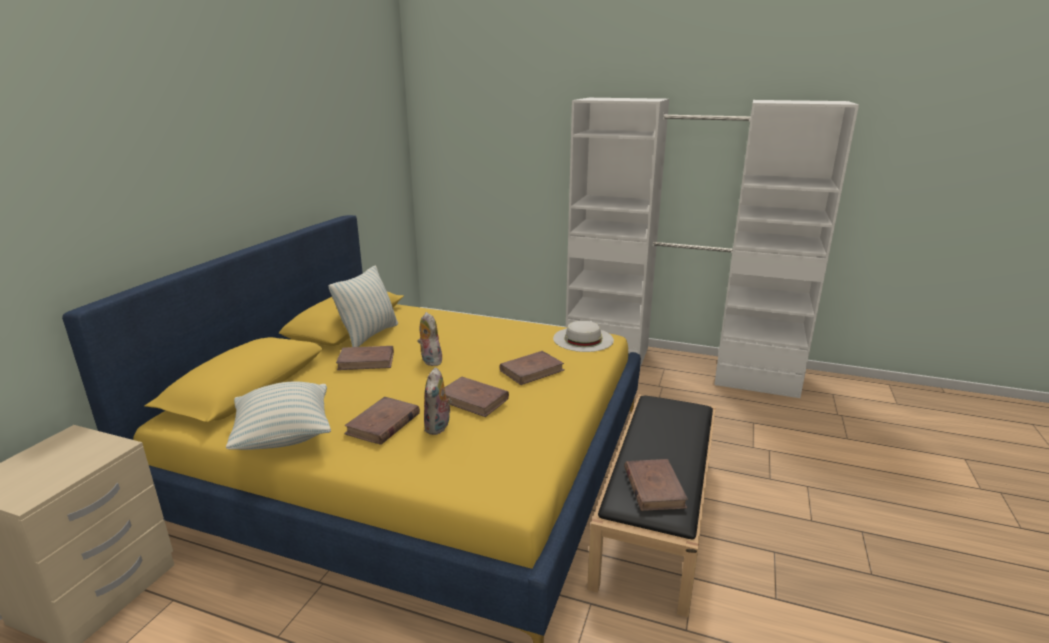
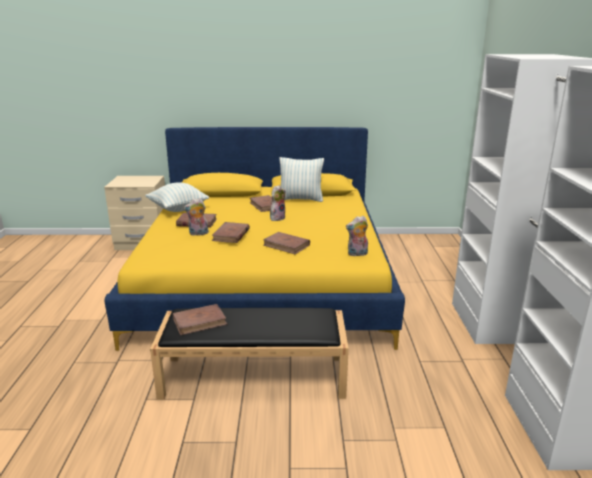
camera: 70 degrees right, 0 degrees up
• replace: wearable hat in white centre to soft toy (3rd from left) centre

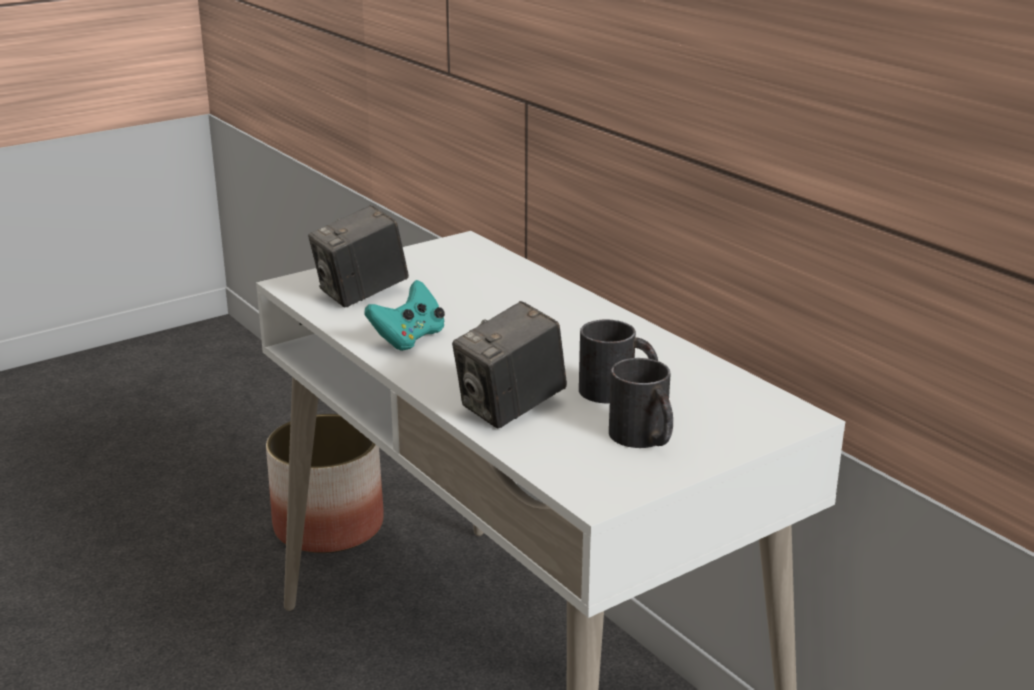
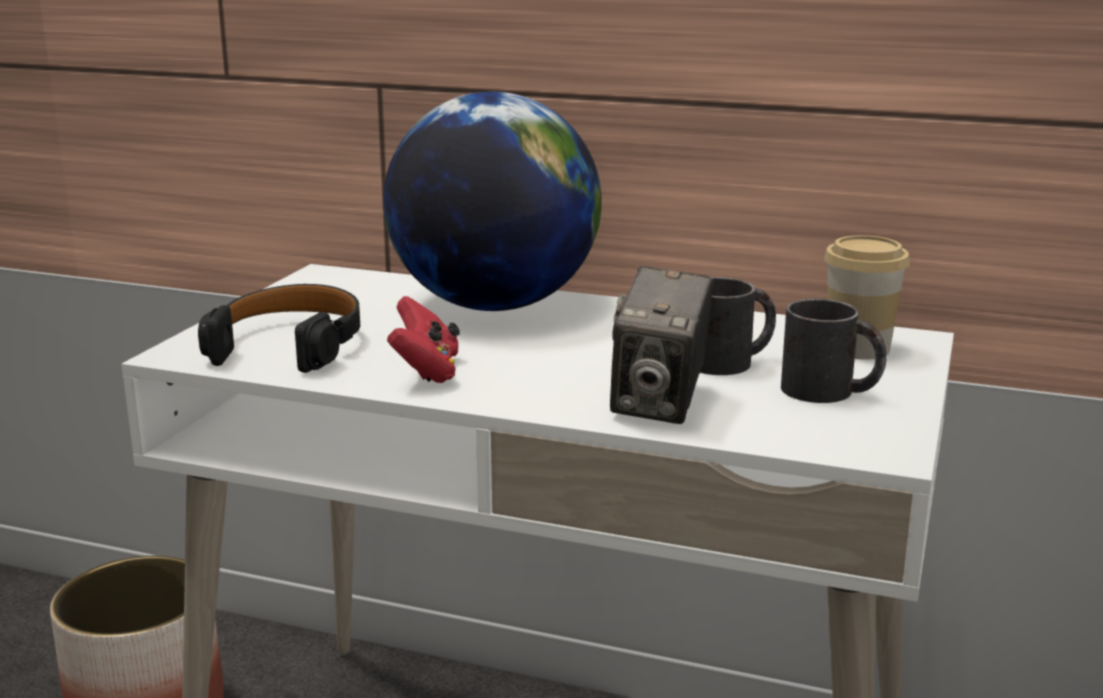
camera: 35 degrees left, 5 degrees down
• replace: photo camera (1st from left) centre to headphones in black middle left
• recolor: game controller in blue-green centre to game controller in red centre
• insert: desk globe top centre
• insert: small cup middle right

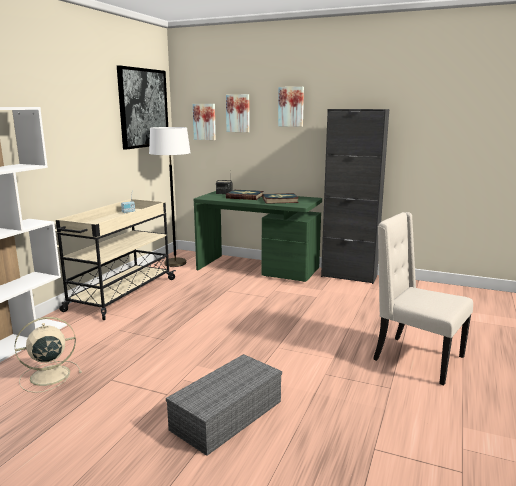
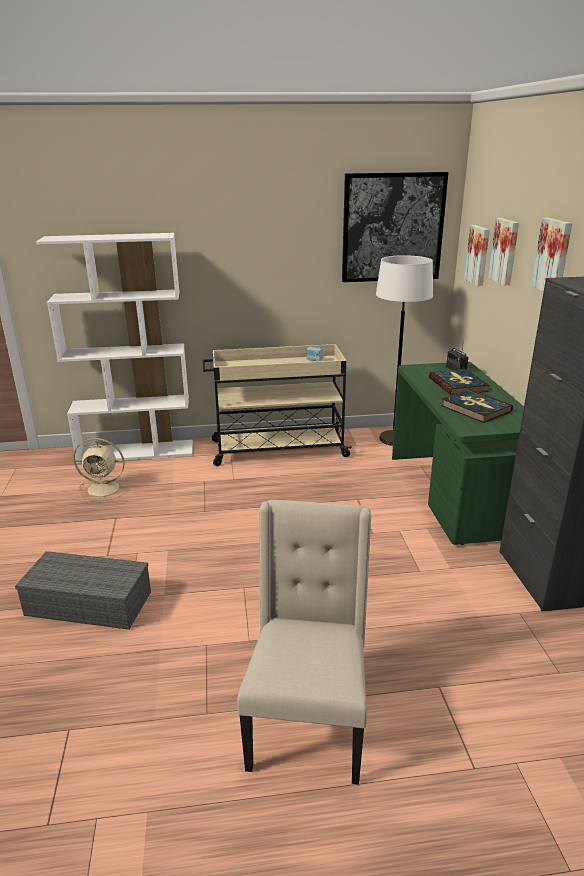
camera: 60 degrees right, 10 degrees up
• rotate: cooling fan in sand-coloured bottom left = middle left 150 degrees clockwise

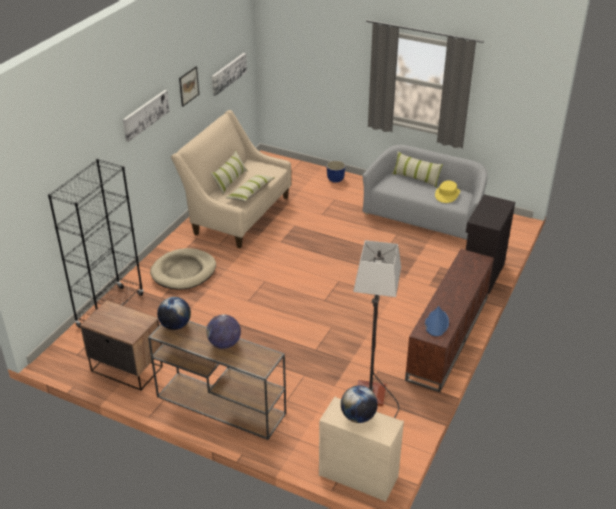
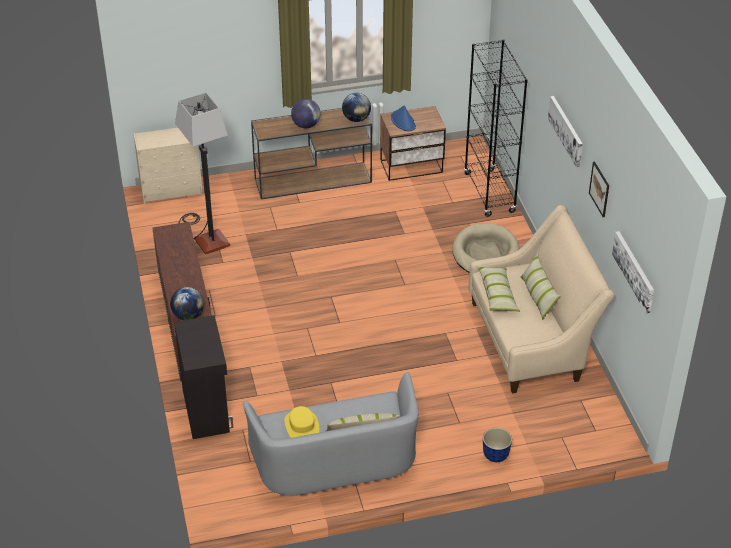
camera: 140 degrees right, 5 degrees up
• move: wearable hat in blue-coloured middle right to top centre
• move: desk globe (3rd from left in the first image) bottom centre to desk globe (1st from left) middle left

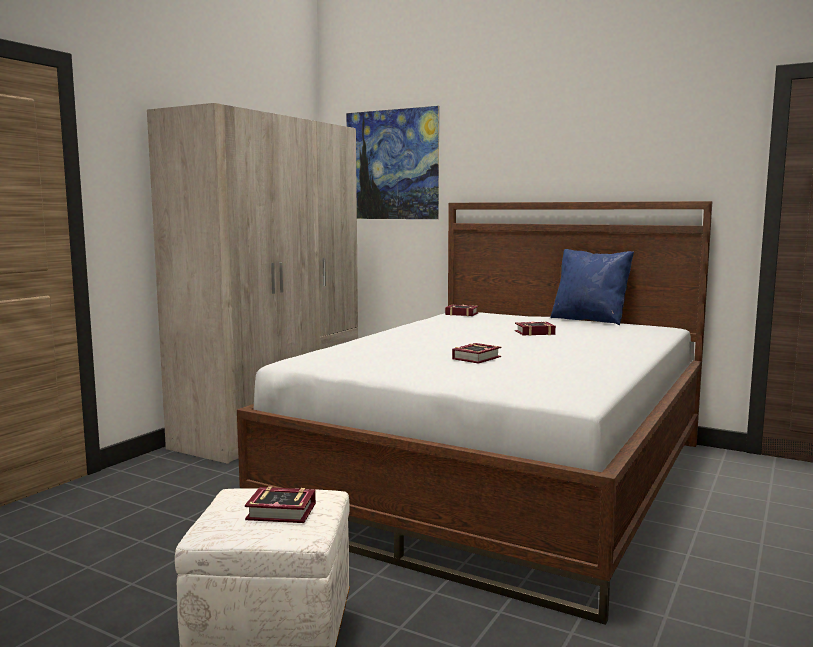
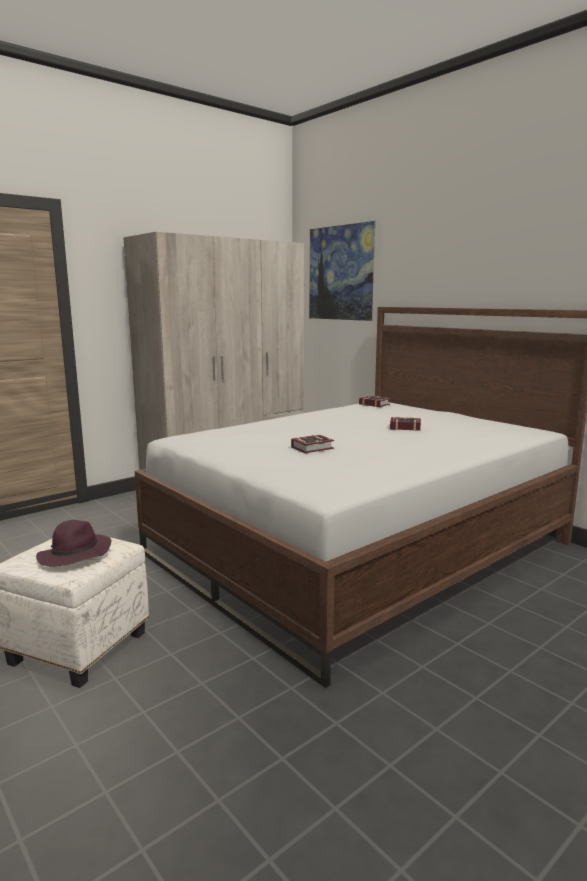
camera: 20 degrees right, 5 degrees up
• delete: cushion in blue-coloured middle right
• replace: bound book (1st from left) bottom centre to wearable hat in purple-coloured middle left

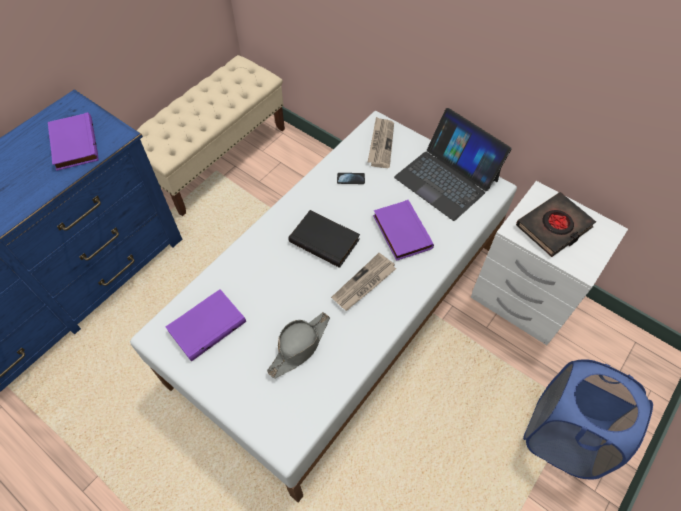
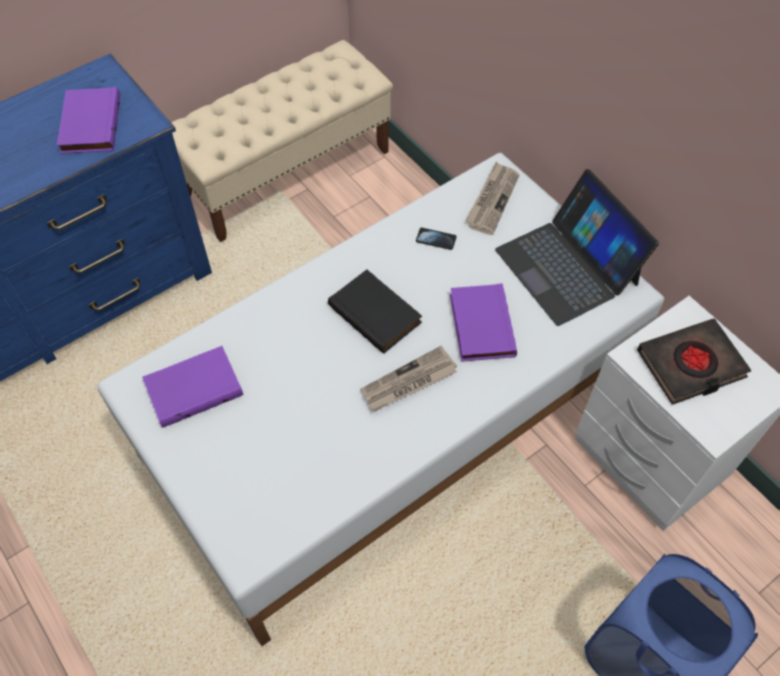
camera: 15 degrees right, 0 degrees up
• delete: wearable hat in gray bottom centre

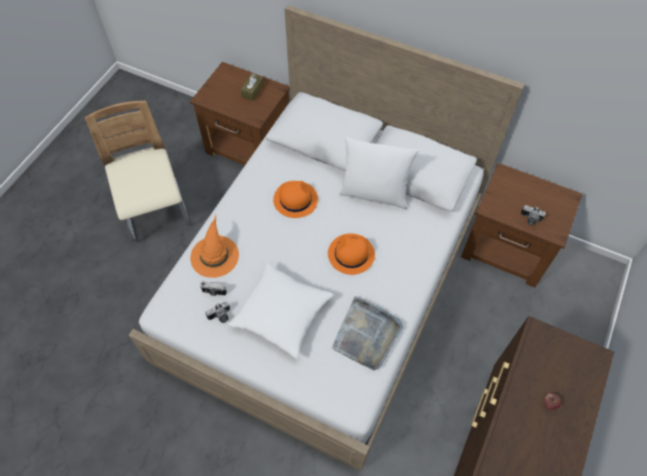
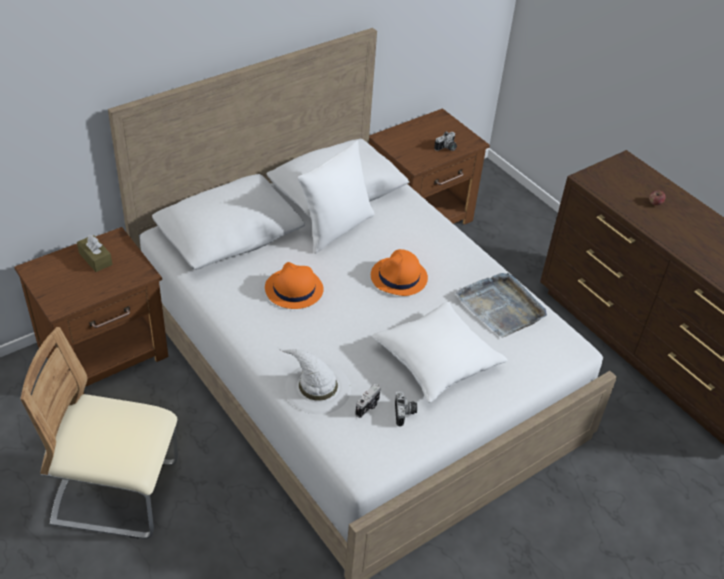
camera: 65 degrees left, 15 degrees down
• recolor: wearable hat in orange-coloured (1st from left) middle left to wearable hat in white centre

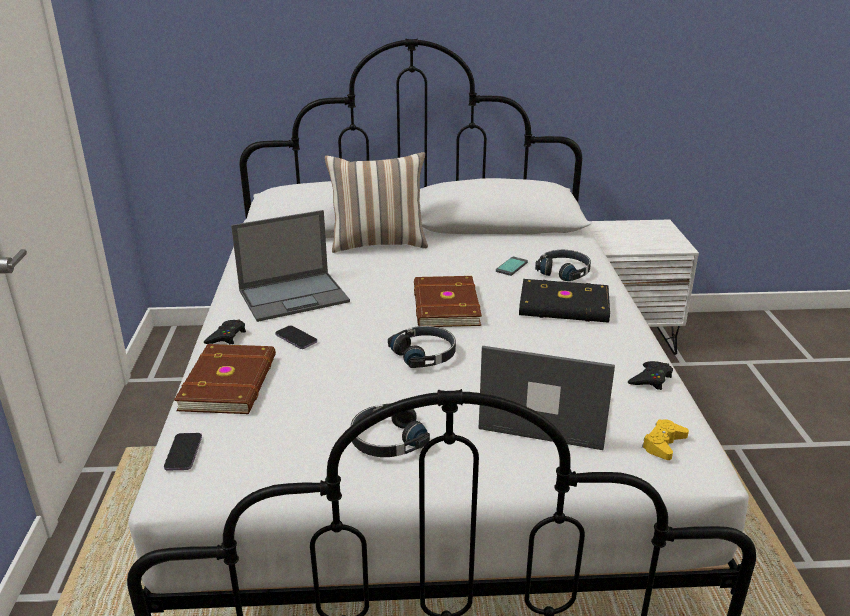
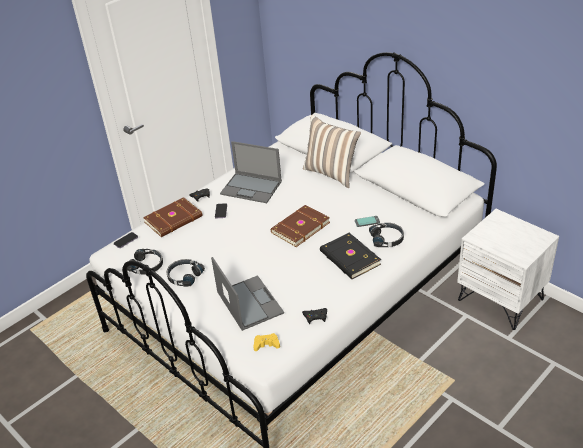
camera: 50 degrees right, 10 degrees up
• move: headphones in black (2nd from left in the first image) centre to headphones in black (1st from left) middle left

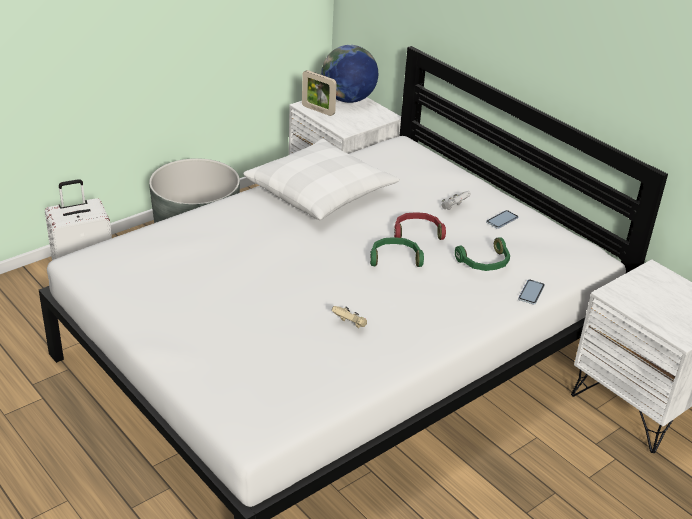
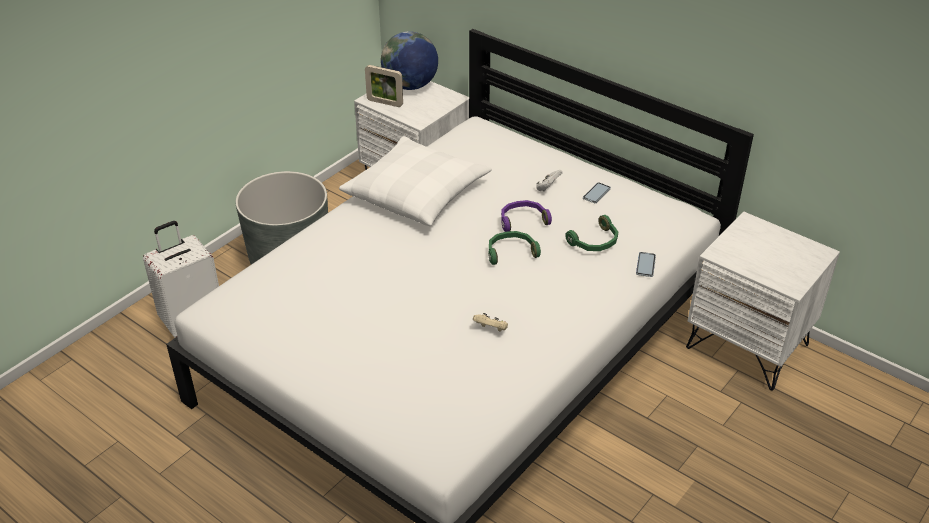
camera: 10 degrees left, 5 degrees up
• recolor: headphones in red centre to headphones in purple-coloured centre

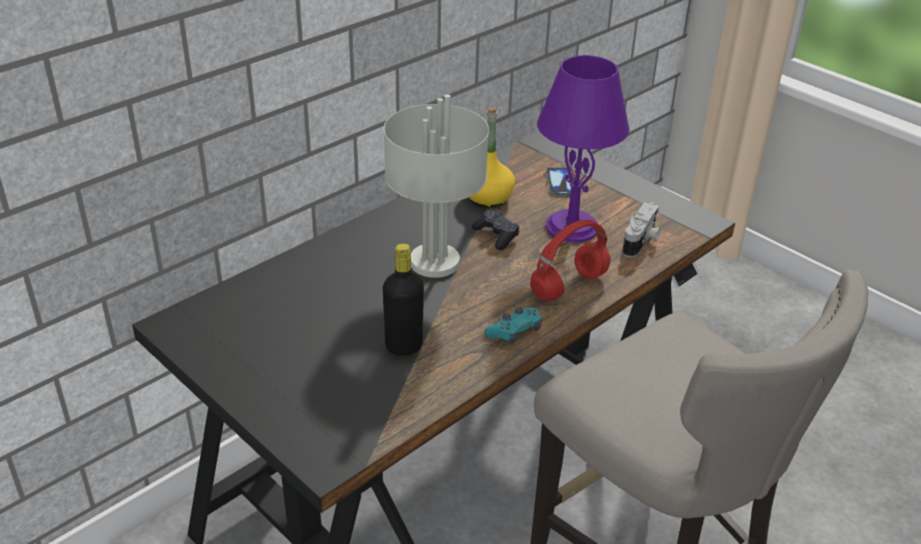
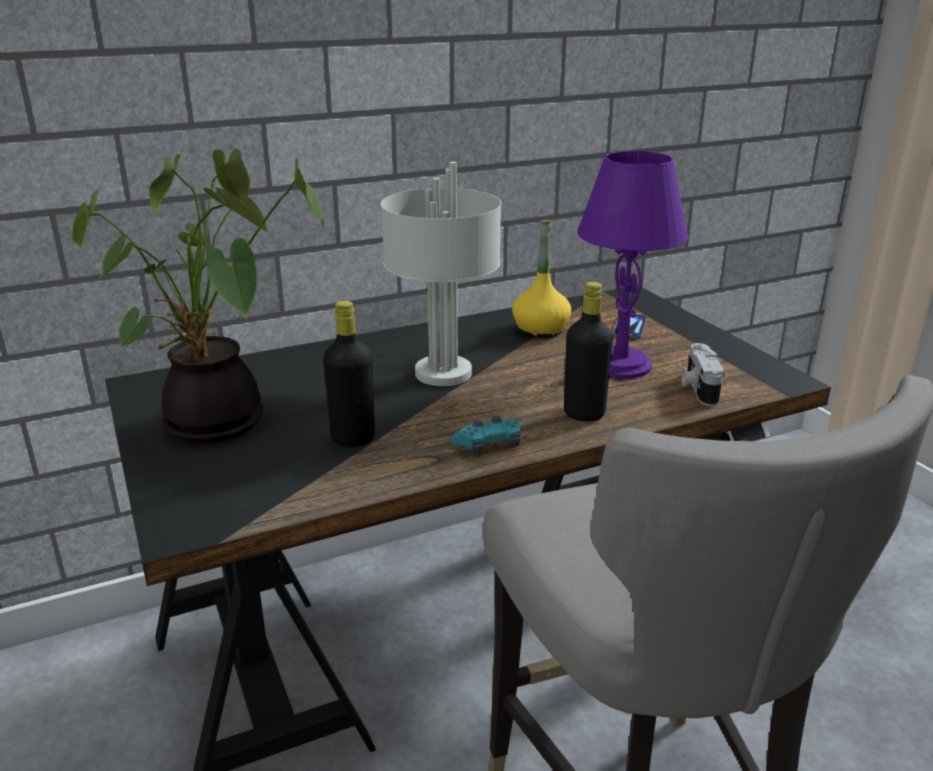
camera: 20 degrees right, 10 degrees down
• rotate: photo camera middle right = middle right 135 degrees clockwise
• delete: game controller in black centre
• replace: headphones in red centre to bottle in black (2nd from left) centre
• insert: potted plant middle left

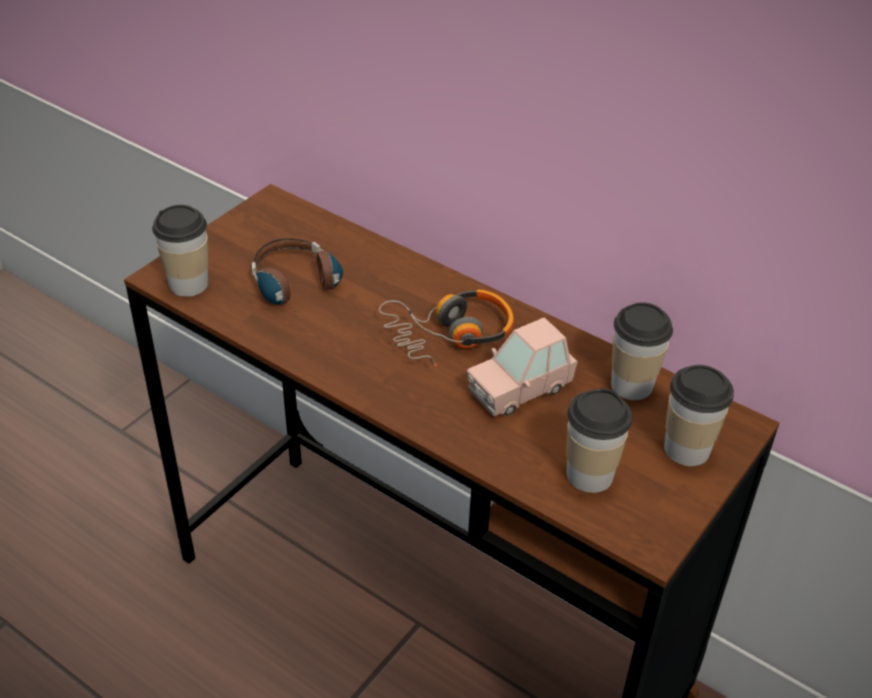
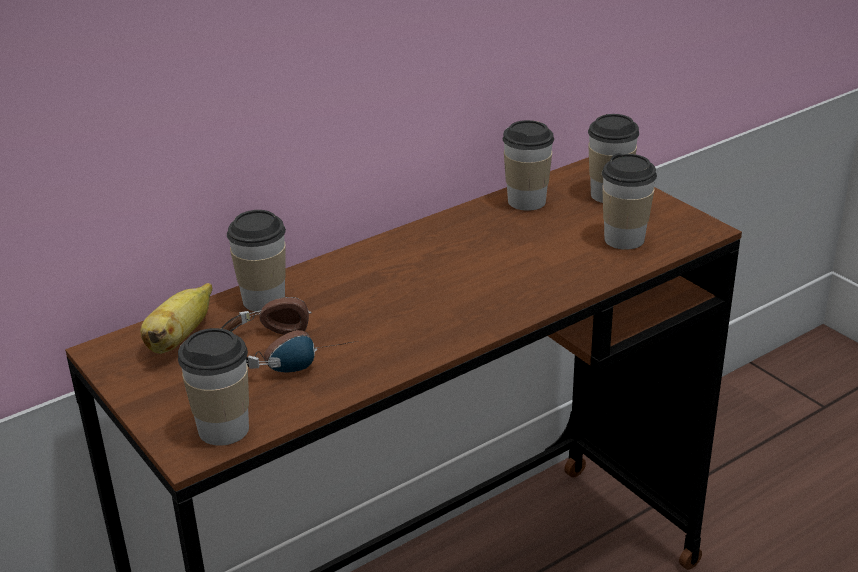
camera: 70 degrees left, 10 degrees down
• delete: headphones (2nd from left) centre
• delete: toy car in pinkish centre
• insert: small cup (2nd from left) middle left
• insert: banana middle left

